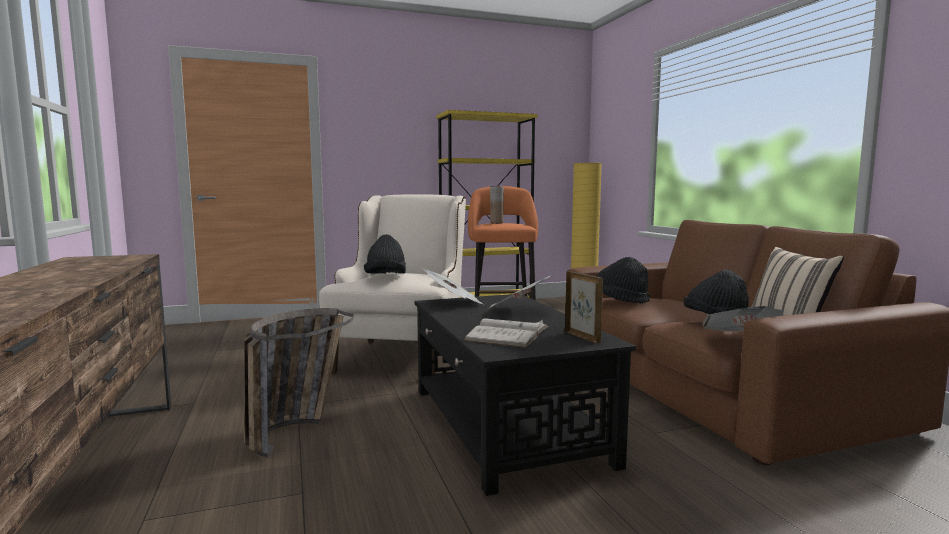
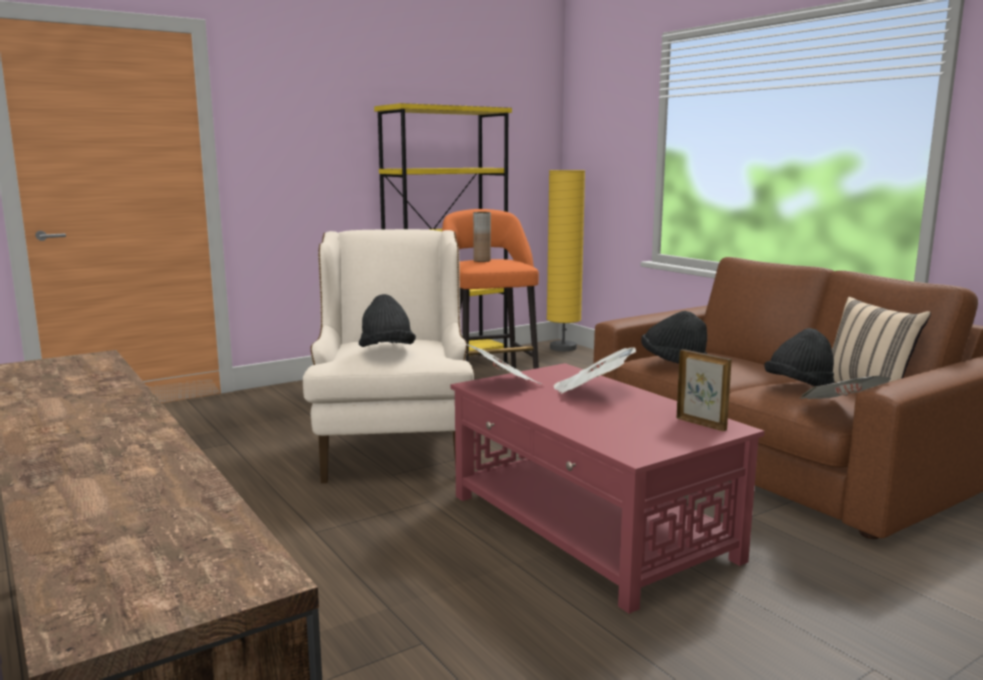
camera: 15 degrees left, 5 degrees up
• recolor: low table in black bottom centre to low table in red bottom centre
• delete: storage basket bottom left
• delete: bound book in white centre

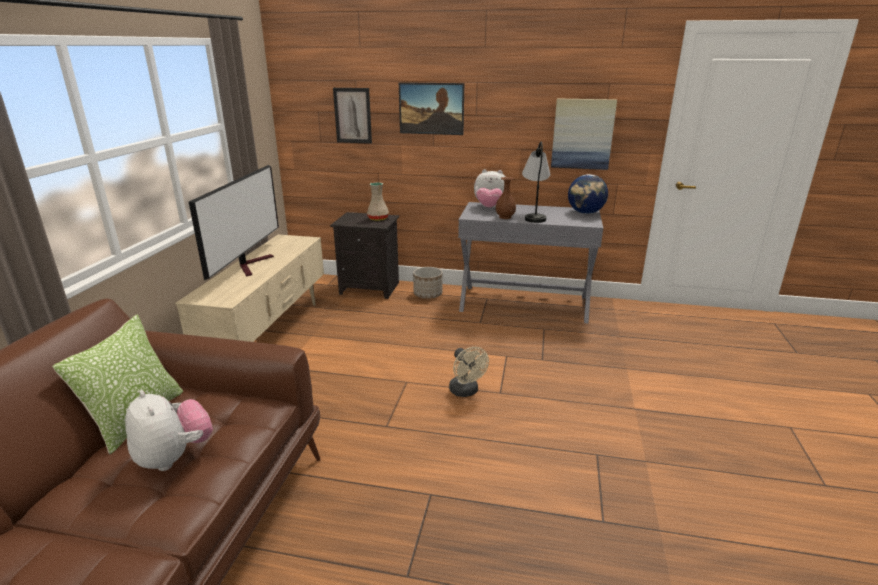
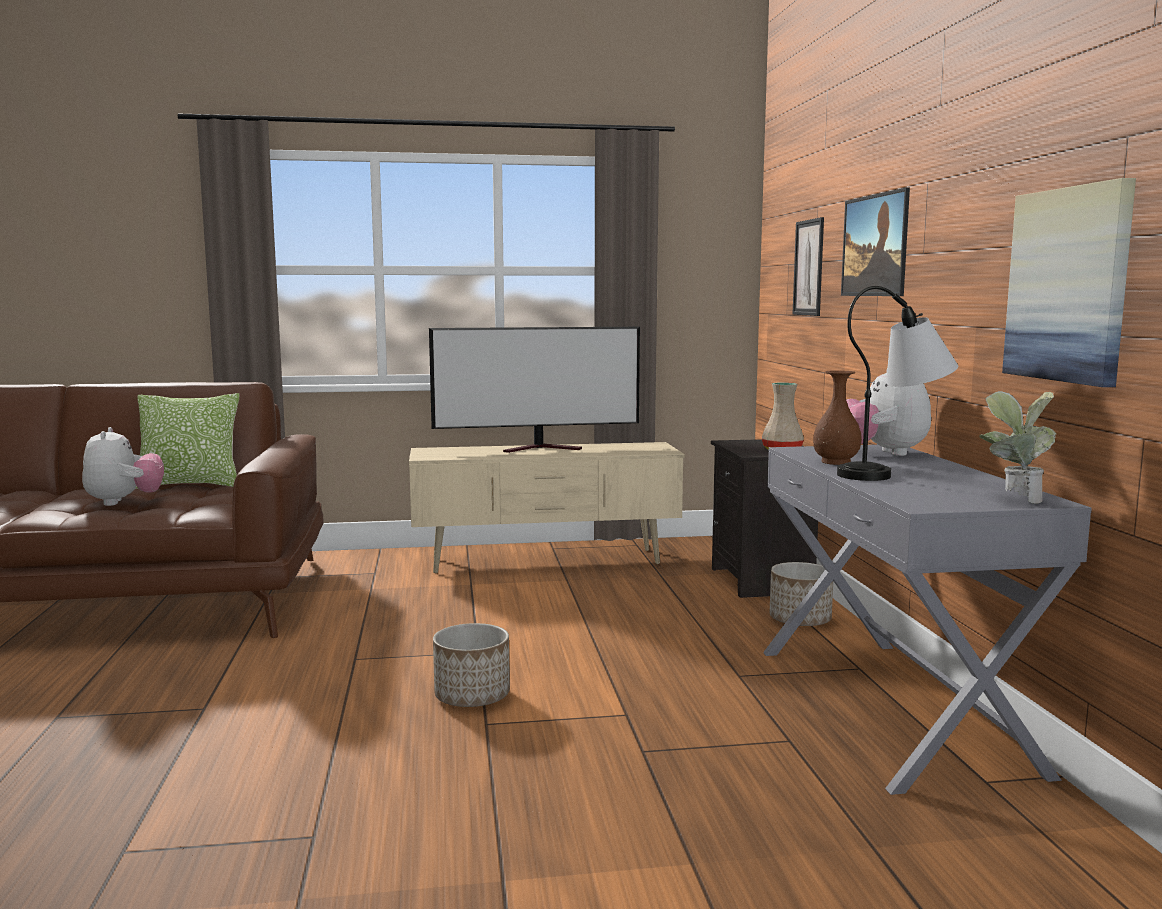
camera: 70 degrees right, 15 degrees down
• replace: desk globe top right to potted plant middle right
• replace: cooling fan in sand-coloured centre to plant pot (1st from left) bottom centre
• rotate: soft toy (1st from left) bottom left = middle left 45 degrees counterclockwise

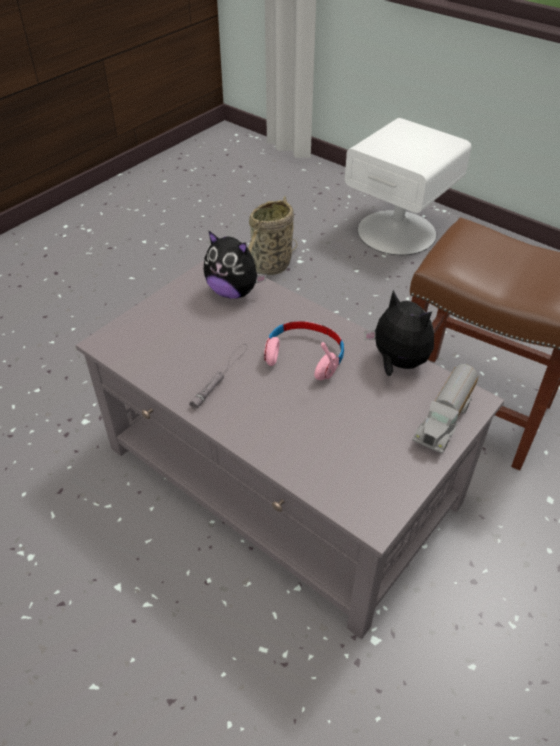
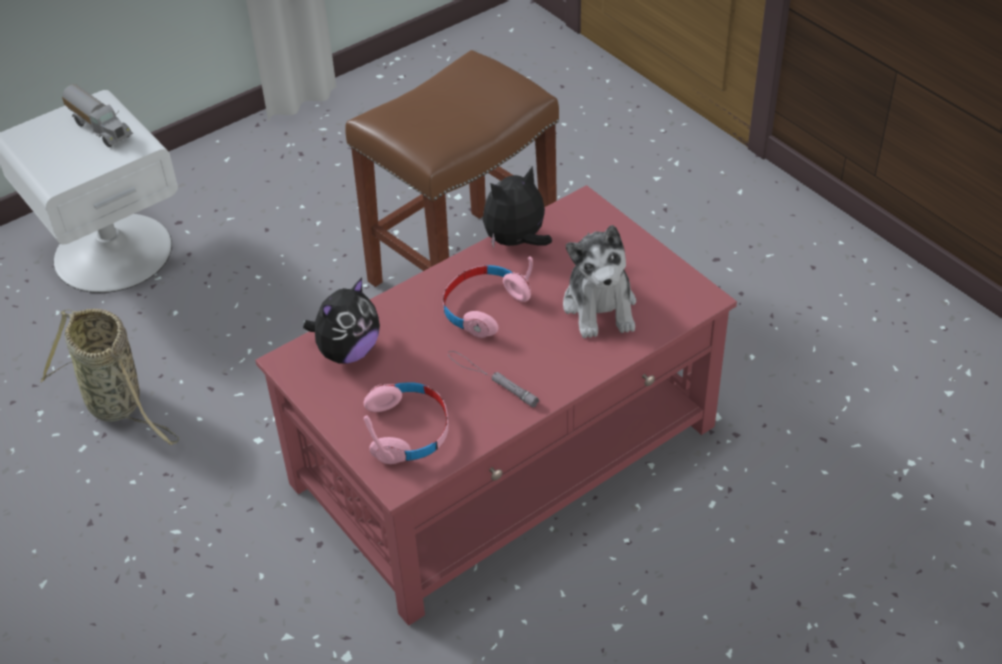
camera: 75 degrees left, 0 degrees up
• recolor: low table in gray centre to low table in red centre
• move: toy lorry middle right to top left
• insert: soft toy (3rd from left) centre
• insert: headphones in pinkish (1st from left) centre

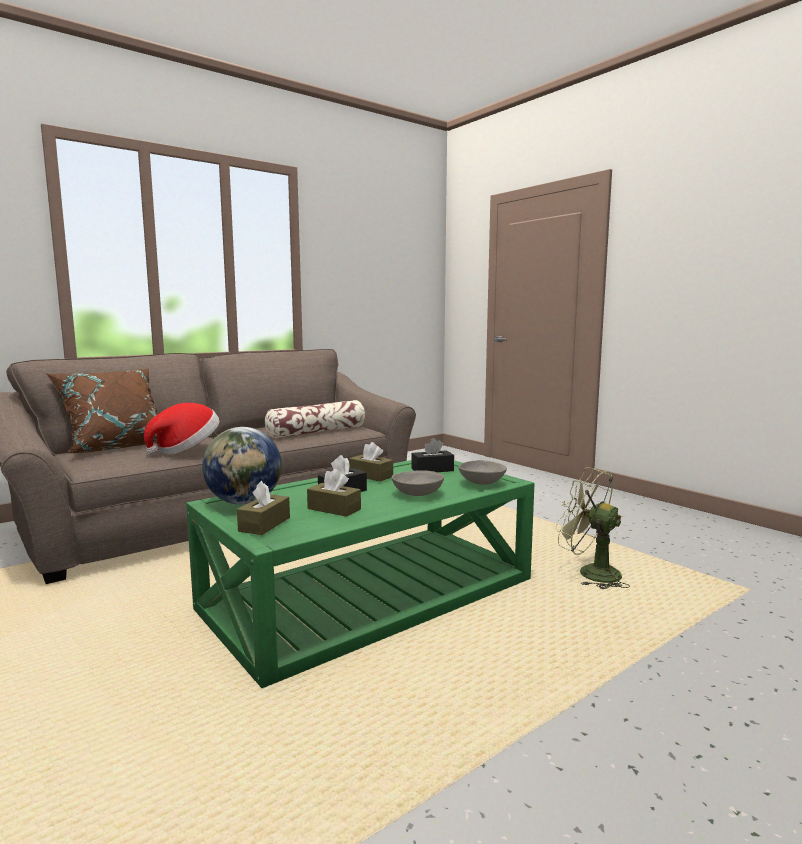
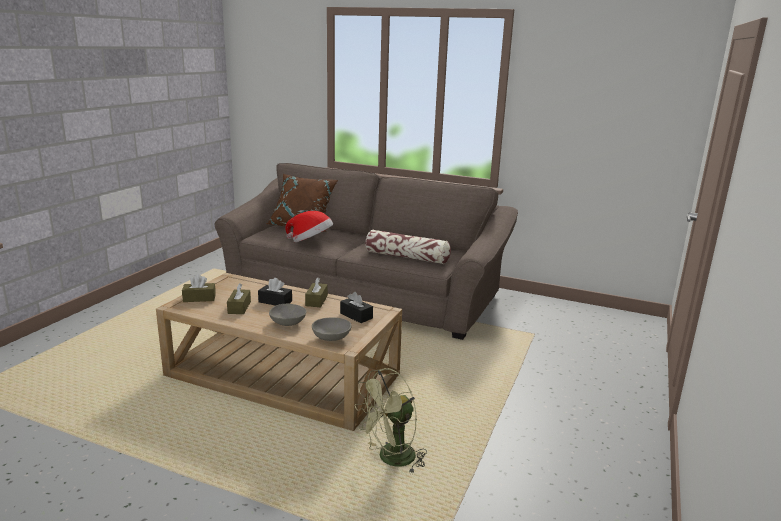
camera: 60 degrees right, 10 degrees up
• delete: desk globe middle left
• recolor: low table in green bottom centre to low table in sand-coloured bottom centre
• rotate: cooling fan in green middle right = bottom centre 135 degrees counterclockwise

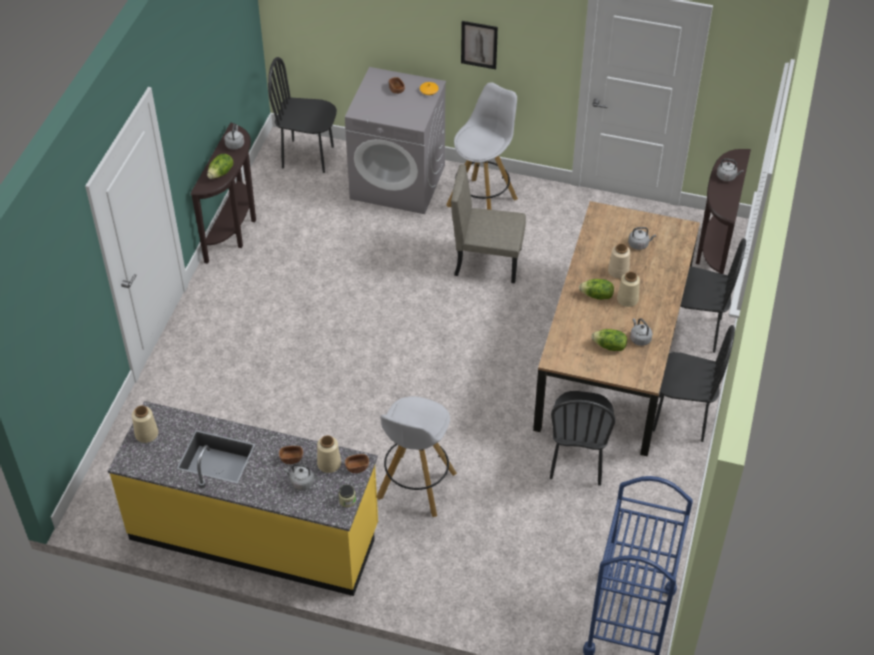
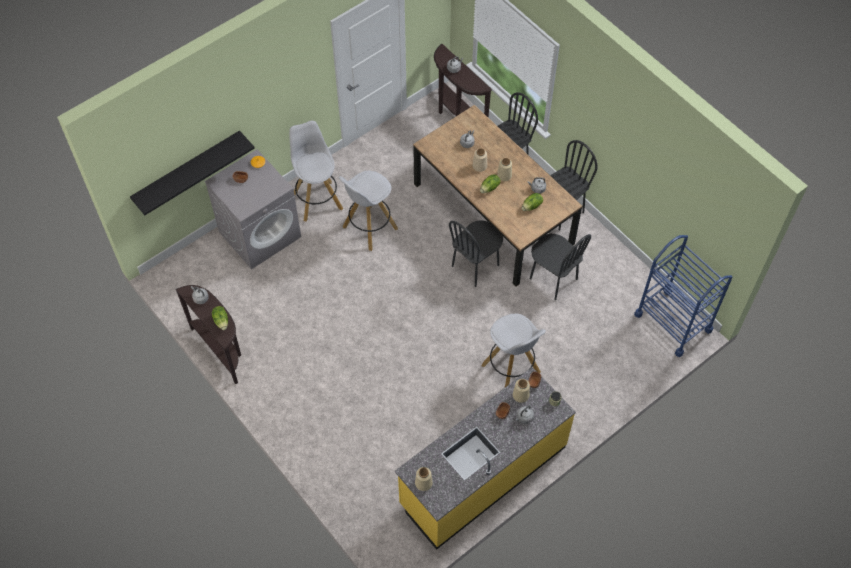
camera: 55 degrees left, 10 degrees up
• delete: wall picture top centre
• move: plain chair in black (1st from left) top centre to centre
• replace: plain chair in sand-coloured centre to stool in white (2nd from left) centre
• insert: wall shelf in black top left

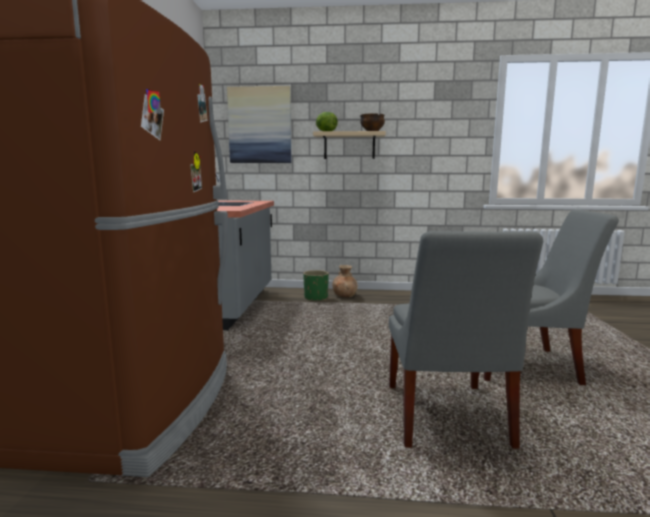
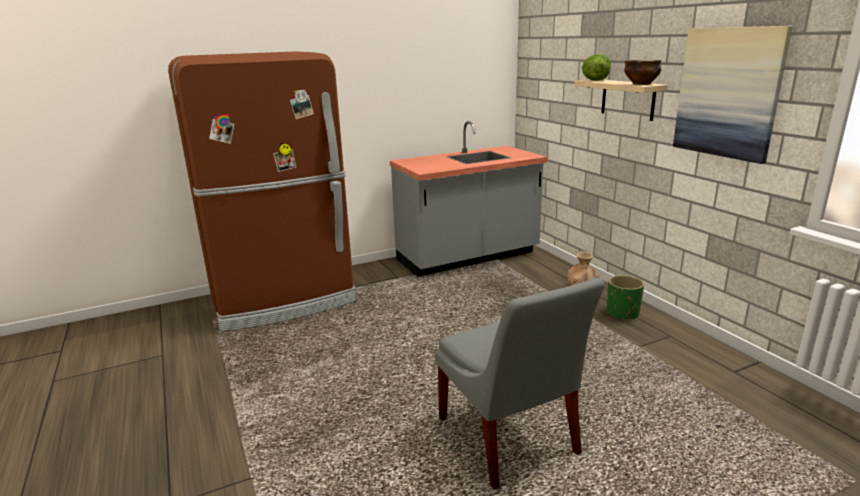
camera: 60 degrees right, 10 degrees up
• move: wall picture top centre to top right
• delete: plain chair in gray (1st from left) middle right
• move: plant pot in green centre to middle right

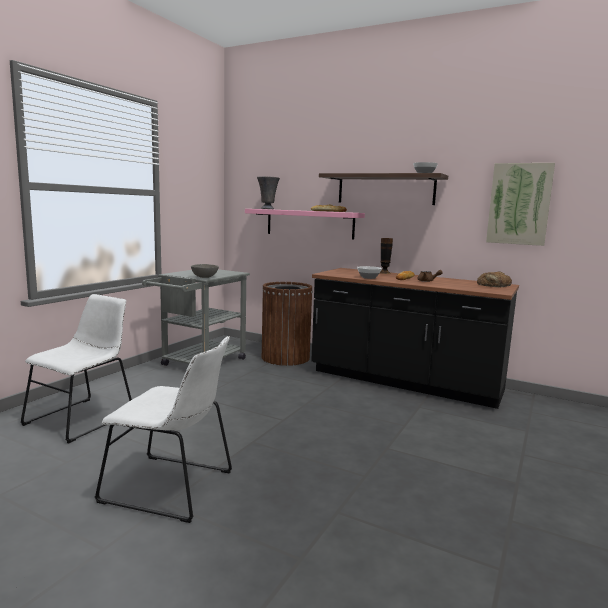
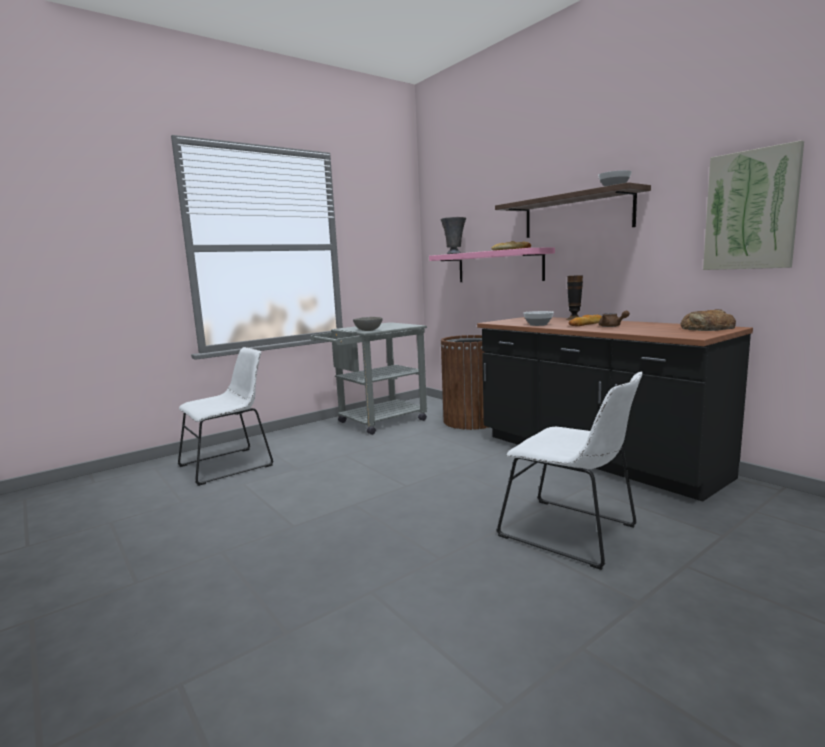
camera: 25 degrees right, 0 degrees up
• move: plain chair in white (2nd from left) bottom left to middle right

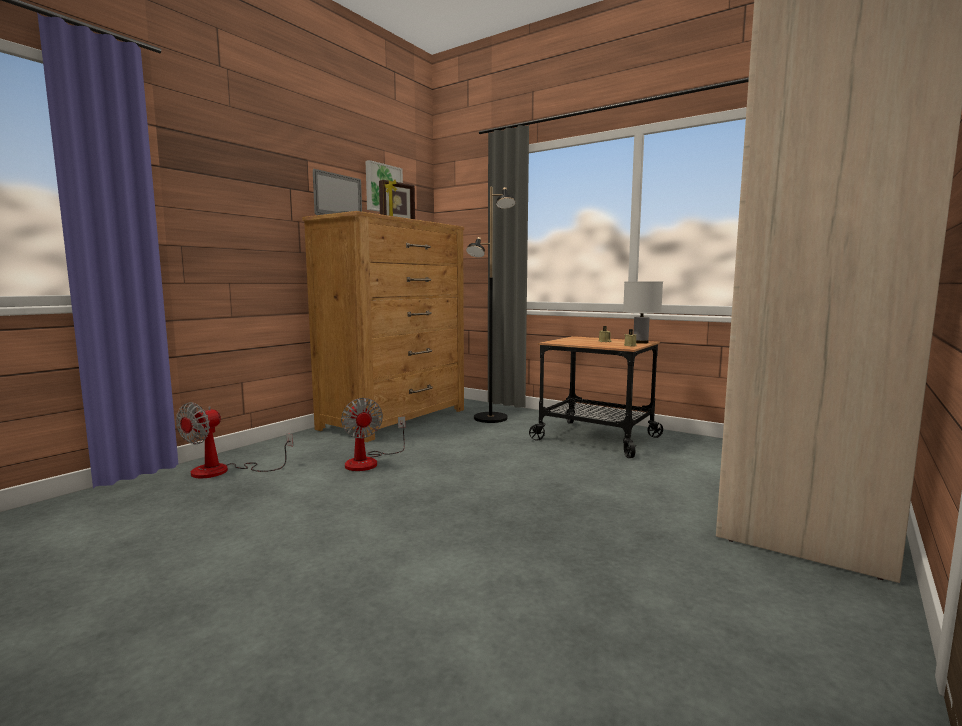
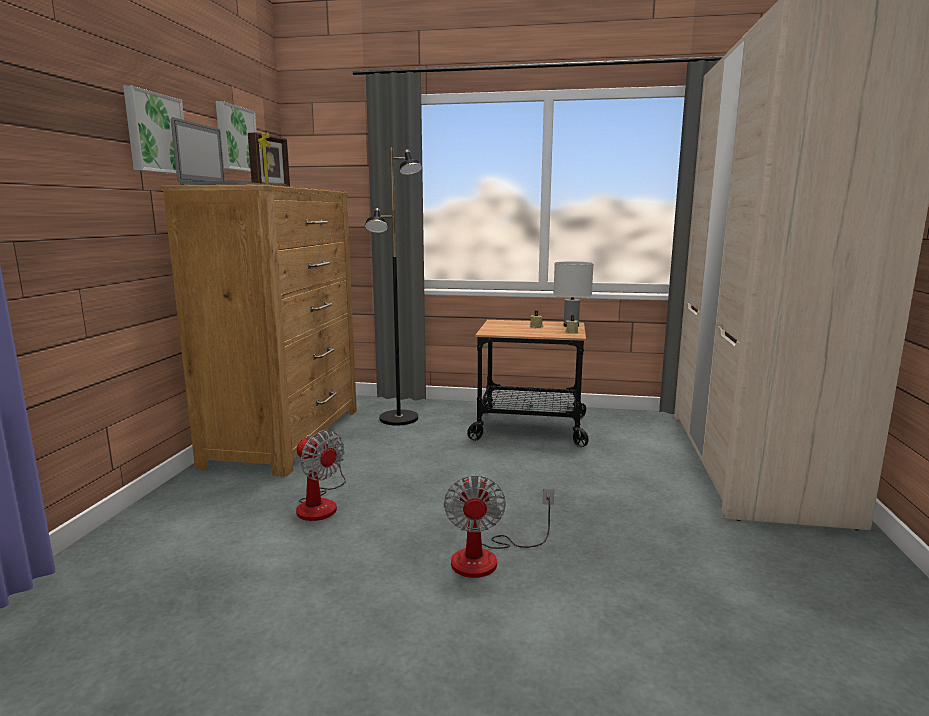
camera: 25 degrees left, 5 degrees up
• move: cooling fan (1st from left in the first image) middle left to cooling fan (2nd from left) bottom centre
• insert: wall picture (1st from left) top left

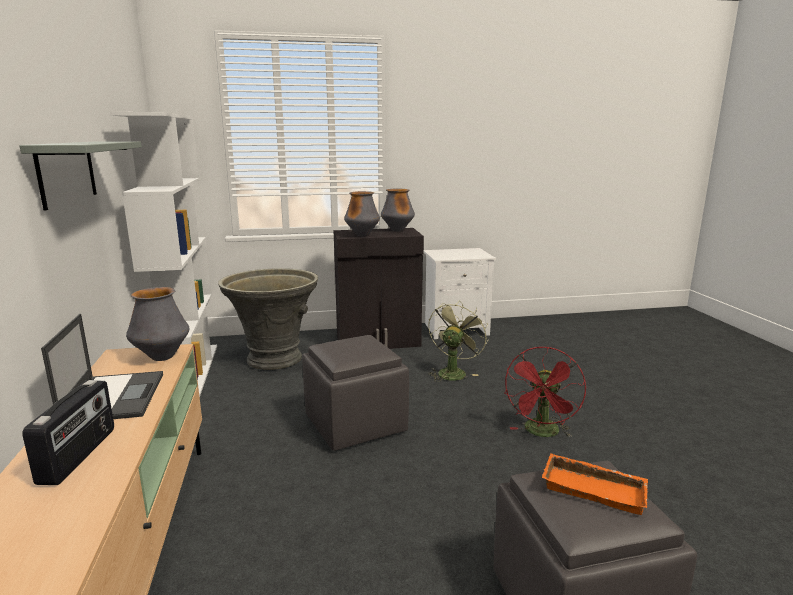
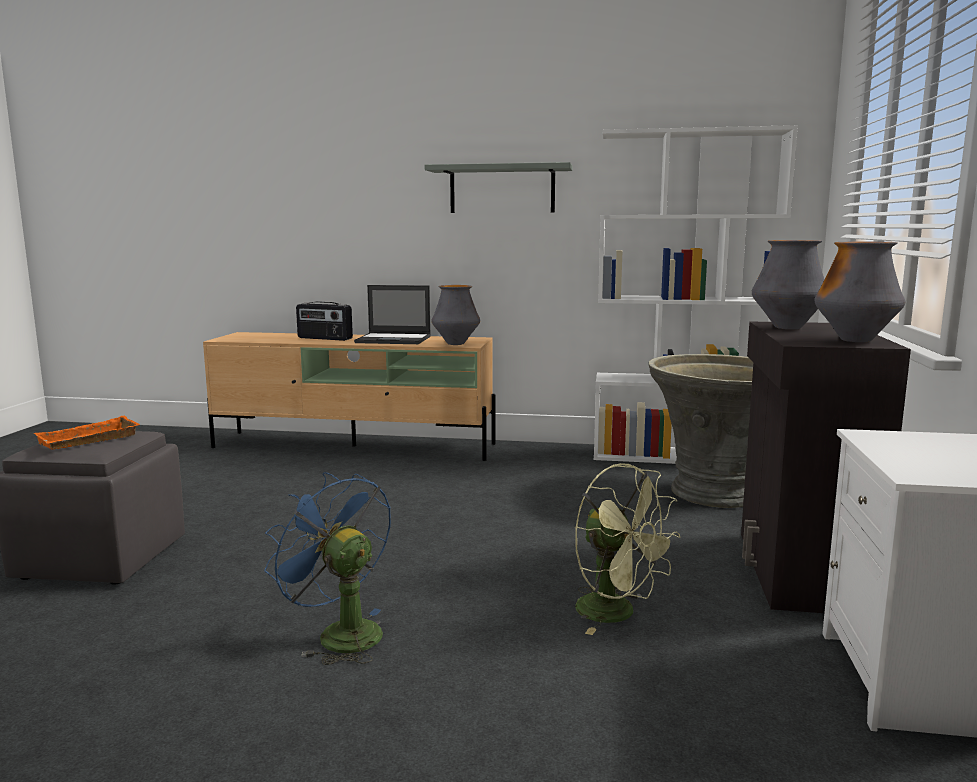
camera: 110 degrees right, 5 degrees down
• delete: ottoman in gray (1st from left) centre
• recolor: cooling fan in red middle right to cooling fan in blue-coloured bottom centre

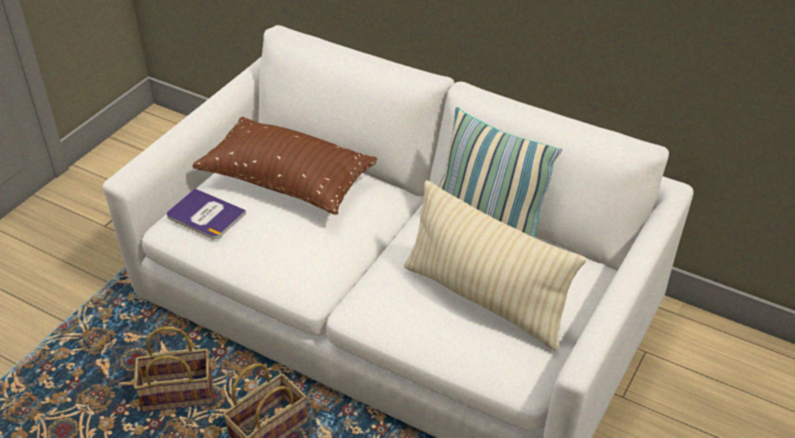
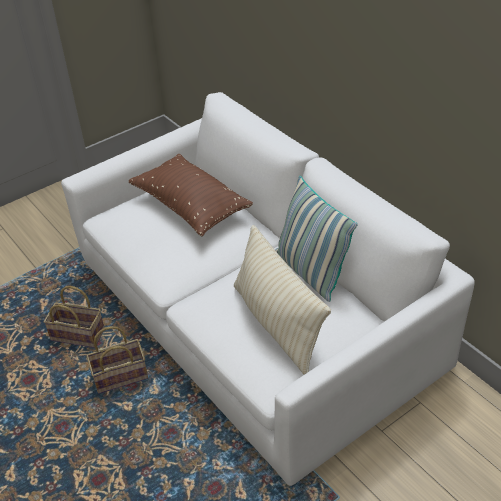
camera: 25 degrees right, 0 degrees up
• delete: bound book middle left

